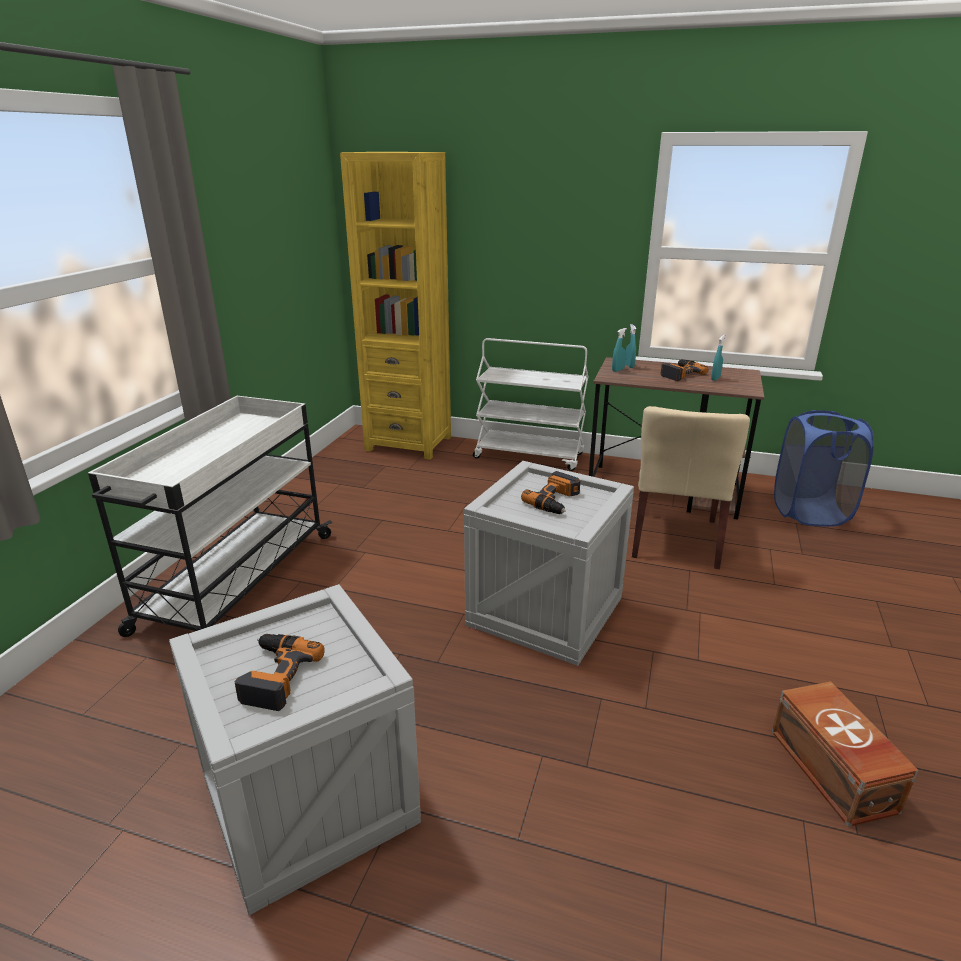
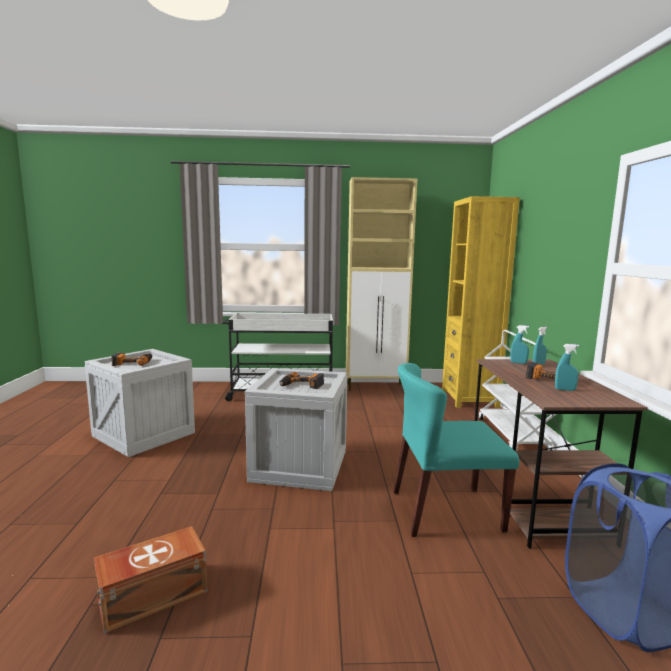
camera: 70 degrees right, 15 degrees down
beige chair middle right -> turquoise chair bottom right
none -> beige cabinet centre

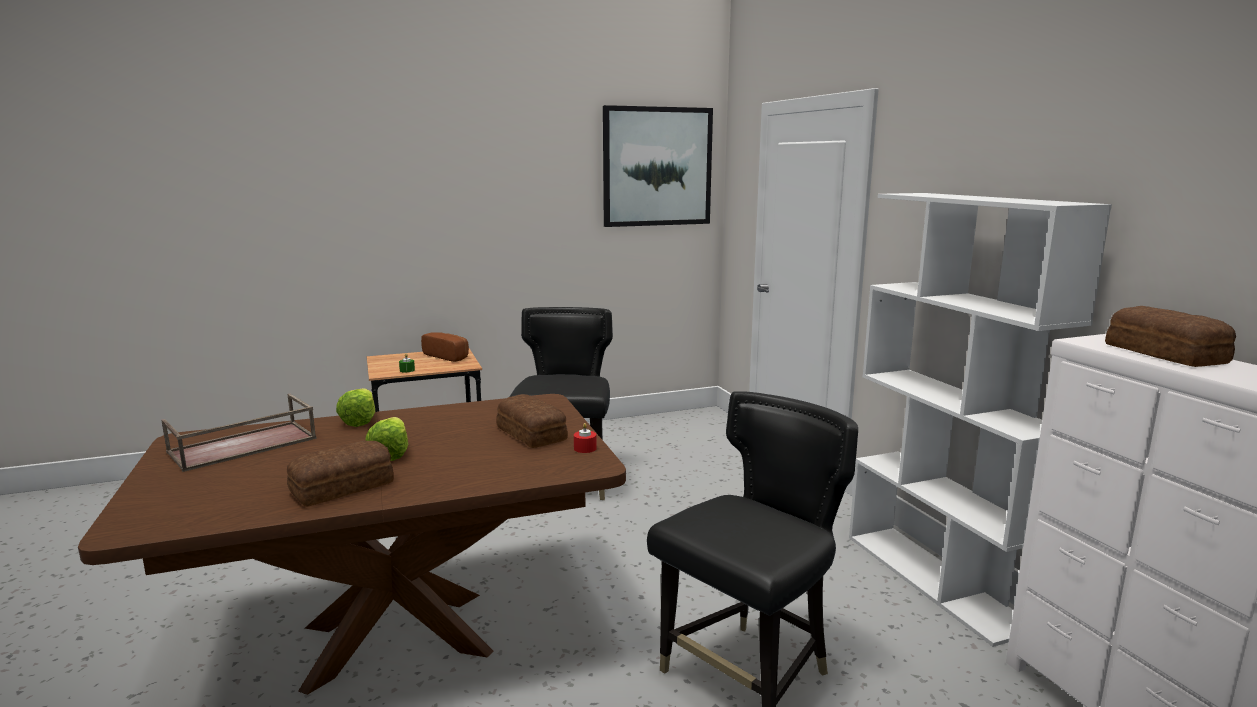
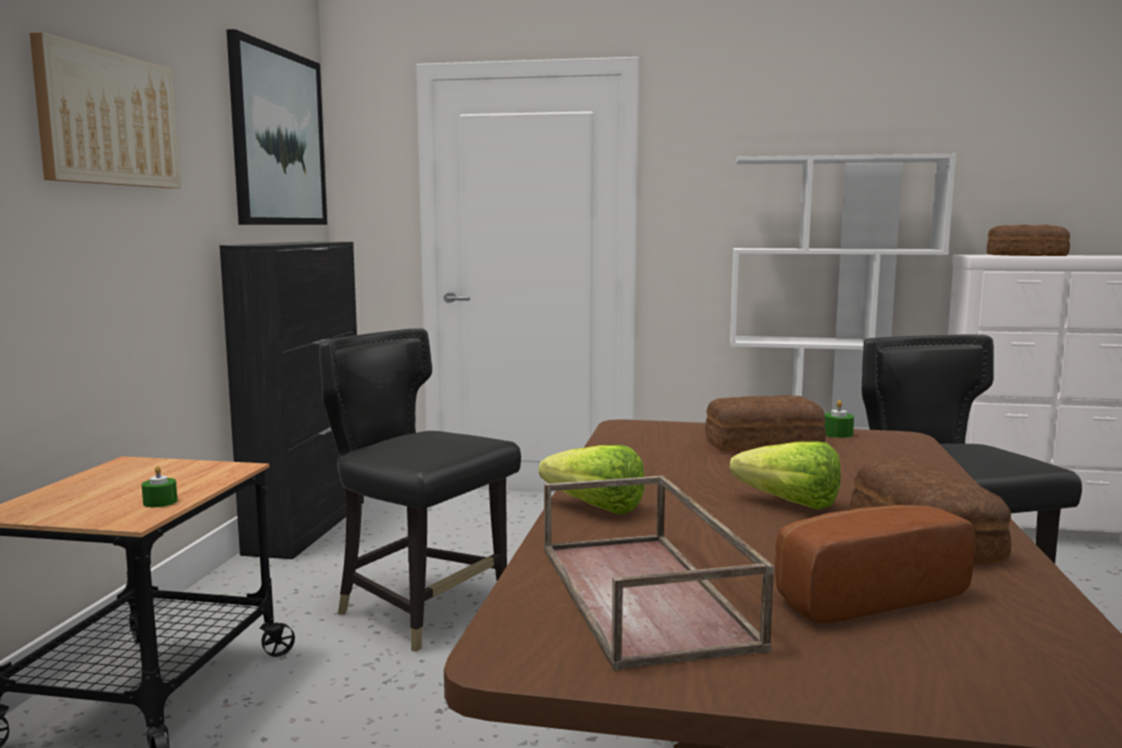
camera: 60 degrees left, 5 degrees down
bread (2nd from left) centre -> bread (2nd from left) bottom right, move
red candle centre -> green candle (2nd from left) middle right
none -> picture (1st from left) top left
none -> black cabinet middle left

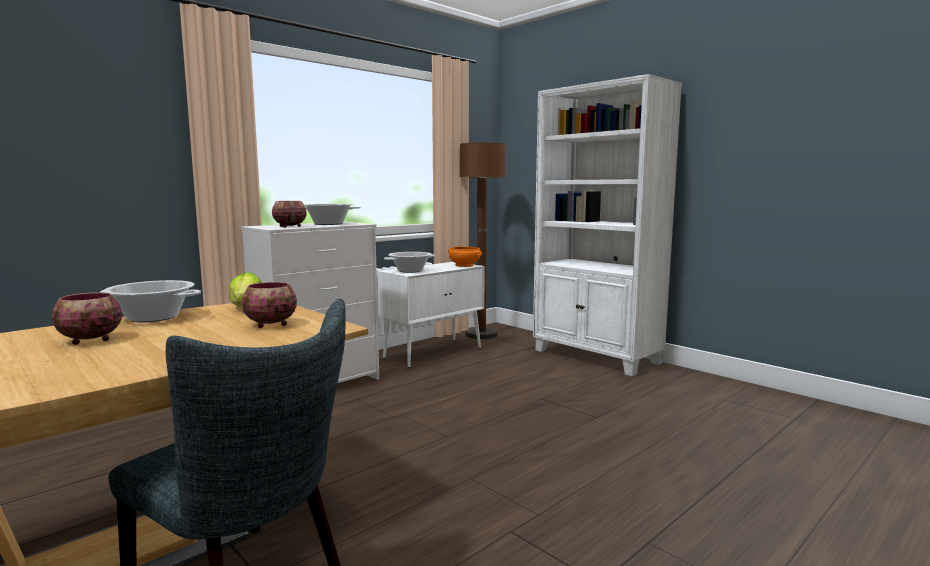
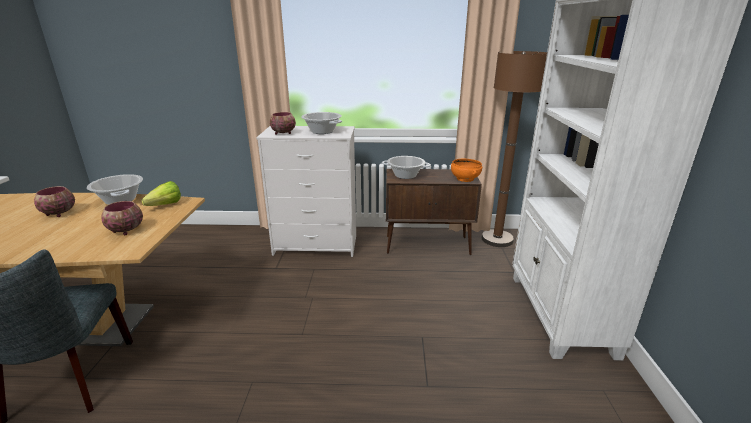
camera: 45 degrees right, 15 degrees up
white cabinet centre -> brown cabinet centre

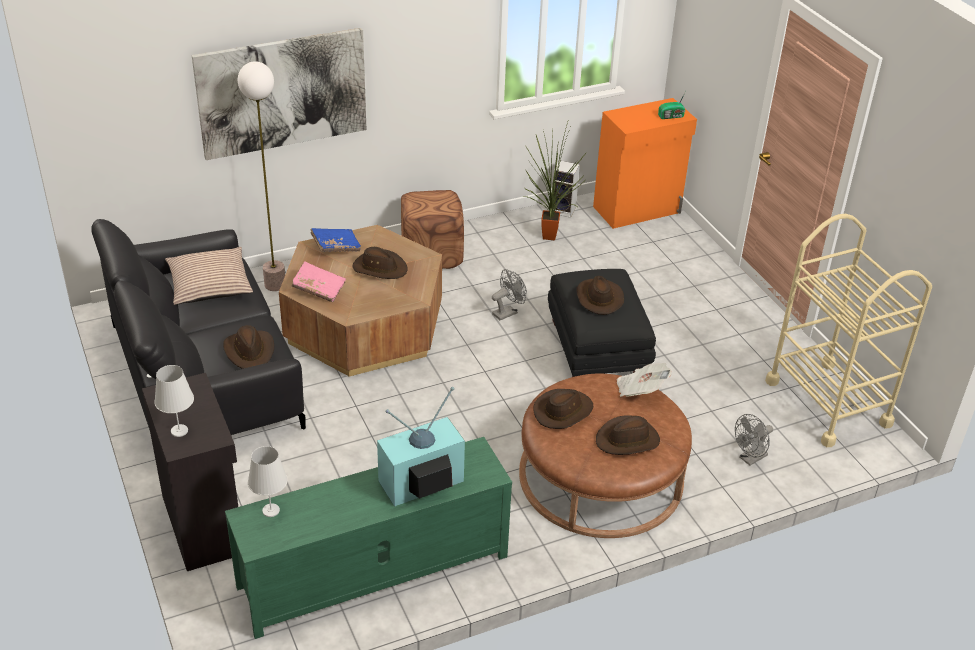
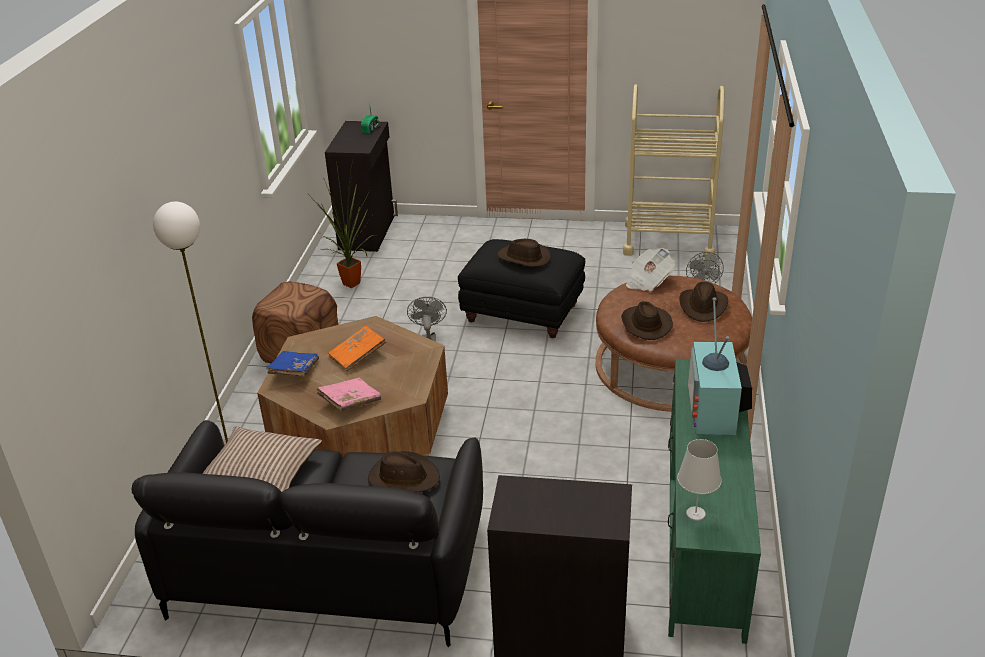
camera: 55 degrees left, 5 degrees down
picture top left -> none
orange cabinet top centre -> black cabinet (1st from left) top centre
speaker top centre -> none
brown hat (2nd from left) centre -> orange book centre
white table lamp (1st from left) middle left -> none

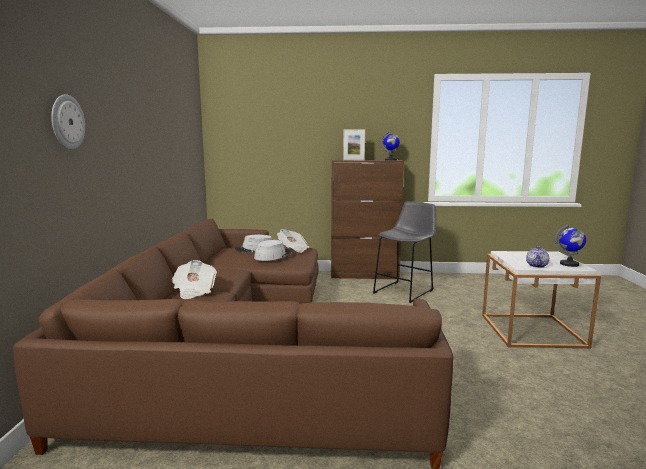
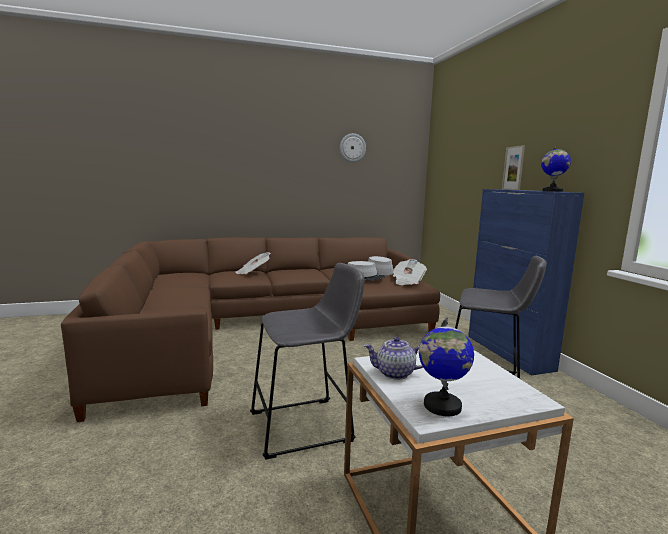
camera: 70 degrees right, 0 degrees up
wall clock top left -> wall clock top centre, move
brown cabinet centre -> blue cabinet middle right
none -> grey stool (1st from left) bottom centre

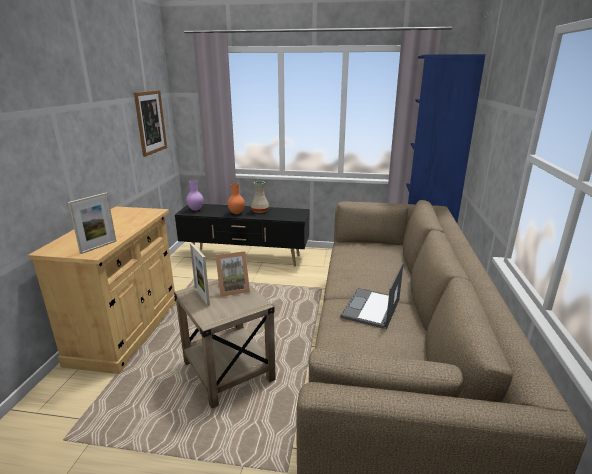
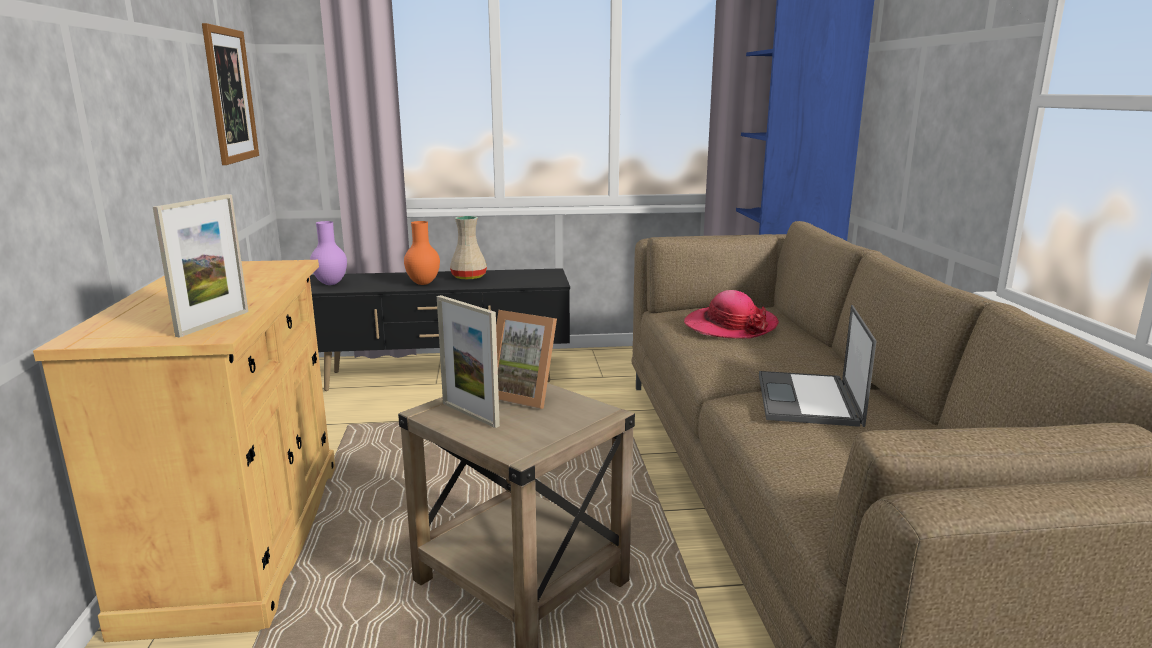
camera: 15 degrees left, 5 degrees down
picture frame (3rd from left) centre, 60 degrees clockwise
none -> hat centre

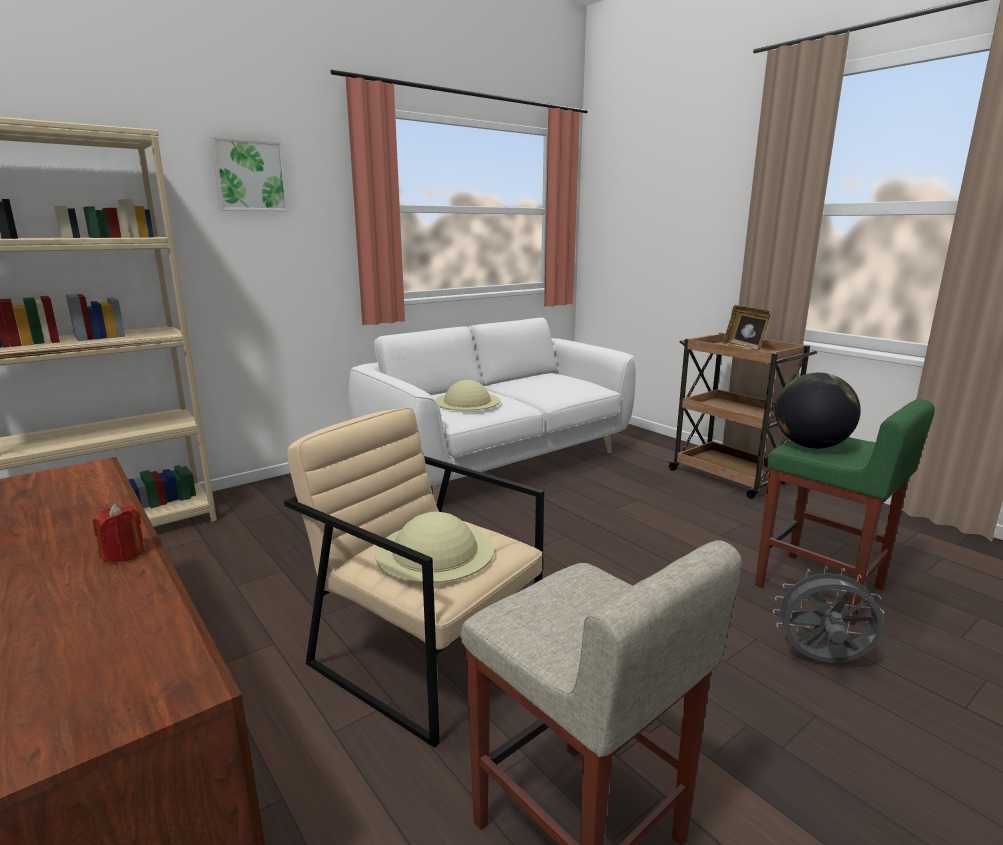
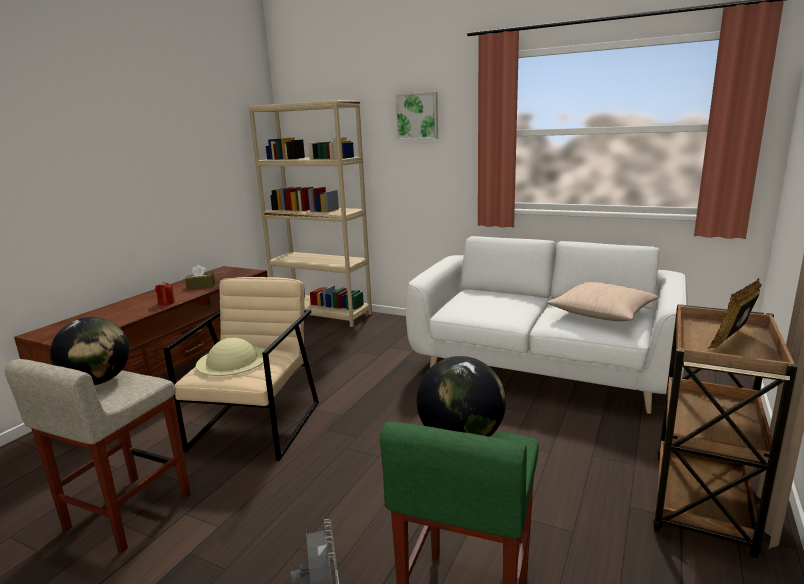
camera: 65 degrees right, 0 degrees up
beige hat (2nd from left) centre -> none
none -> brown tissue box middle left
none -> beige pillow middle right
none -> globe (1st from left) middle left

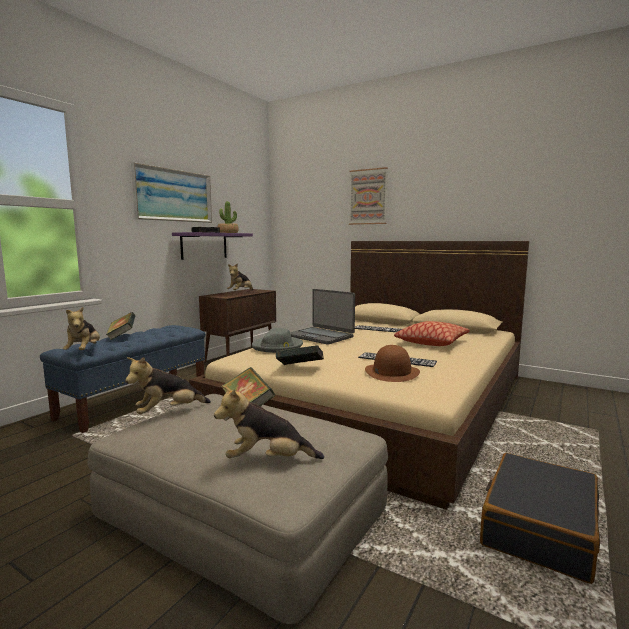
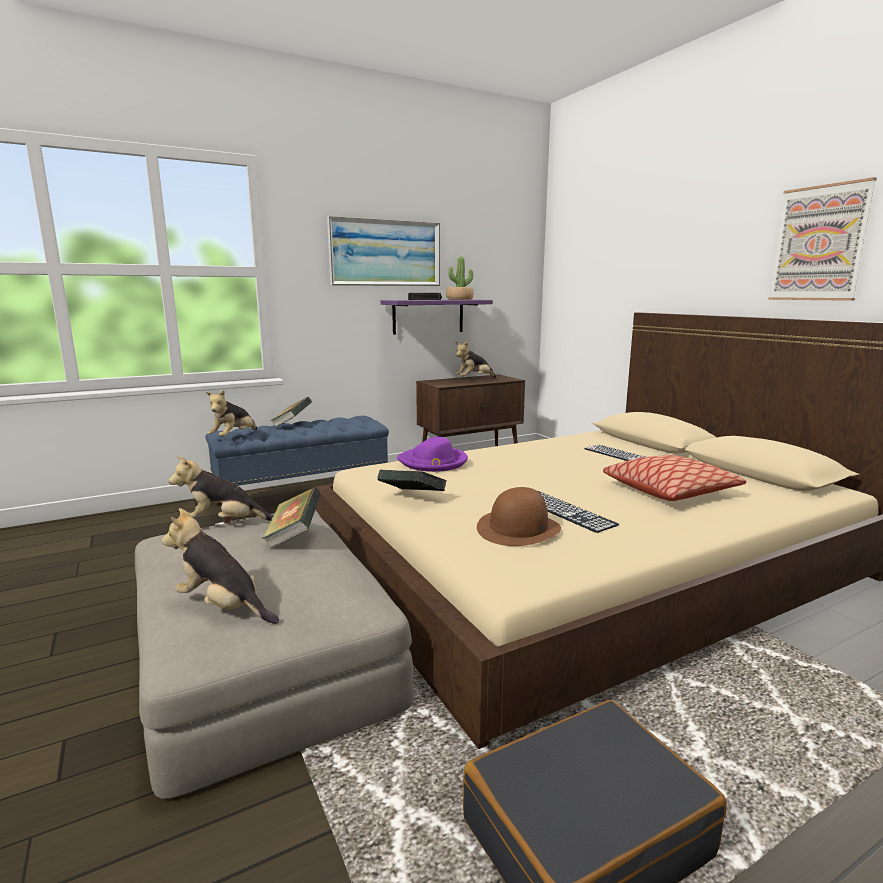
camera: 30 degrees right, 5 degrees up
picture (2nd from left) top centre -> picture (2nd from left) top right, move
laptop centre -> none
grey hat centre -> purple hat centre

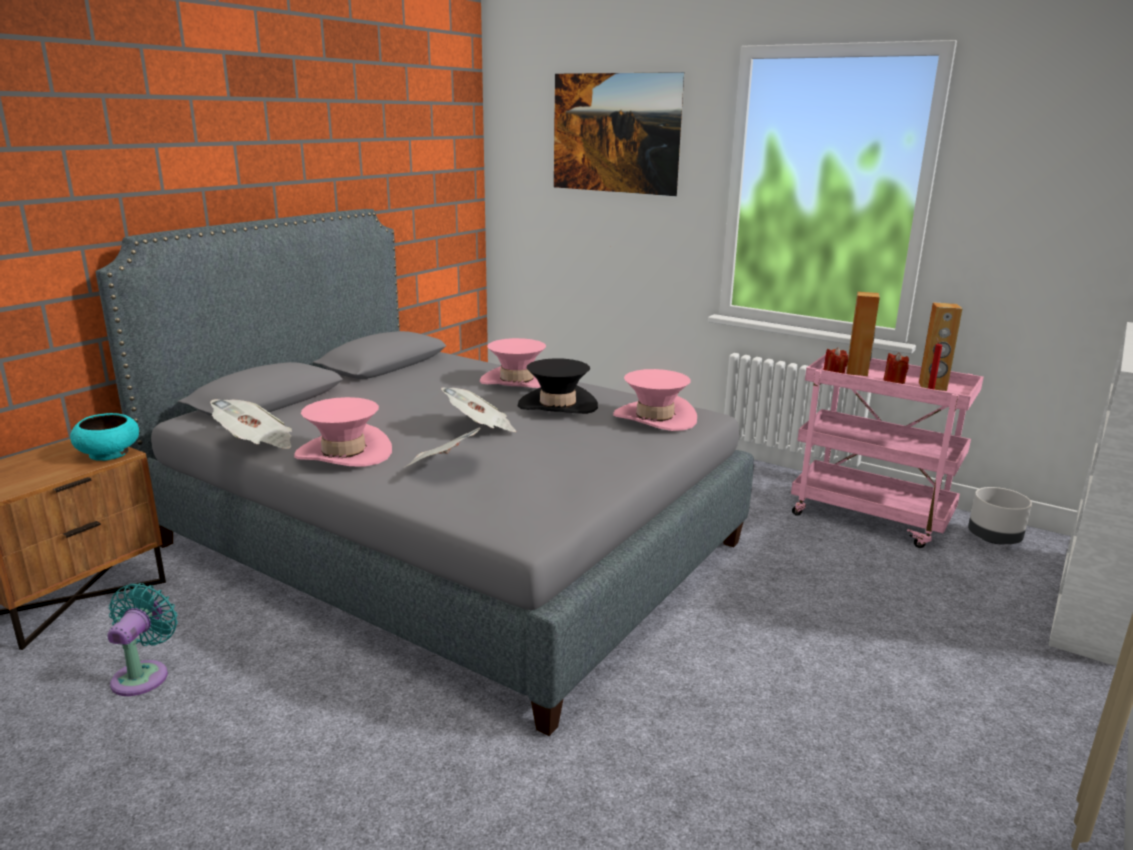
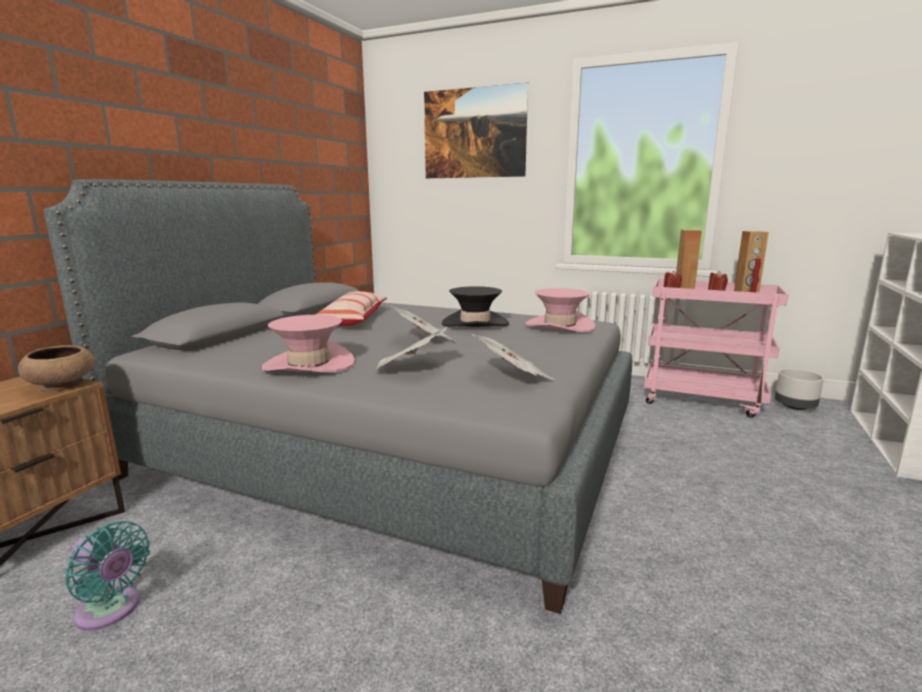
camera: 10 degrees left, 5 degrees down
pink hat (2nd from left) centre -> none
newspaper (1st from left in the first image) middle left -> newspaper (3rd from left) centre, move
turquoise bowl middle left -> brown bowl middle left
turquoise fan bottom left, 120 degrees clockwise
none -> pillow centre

